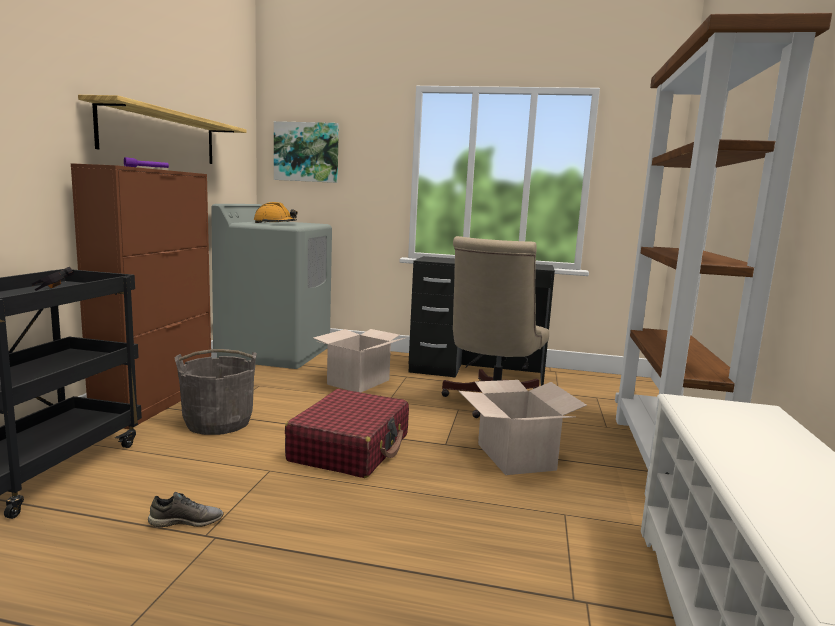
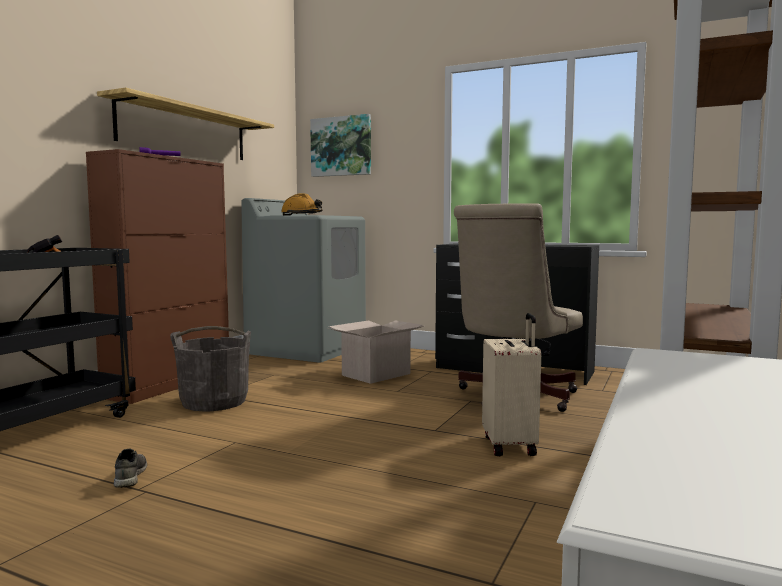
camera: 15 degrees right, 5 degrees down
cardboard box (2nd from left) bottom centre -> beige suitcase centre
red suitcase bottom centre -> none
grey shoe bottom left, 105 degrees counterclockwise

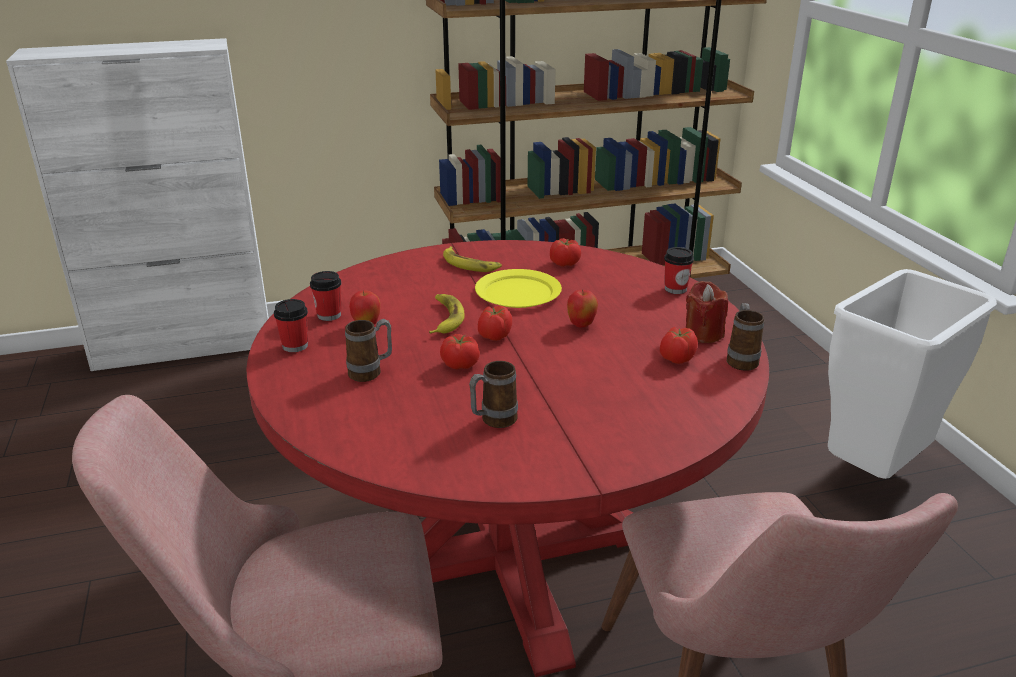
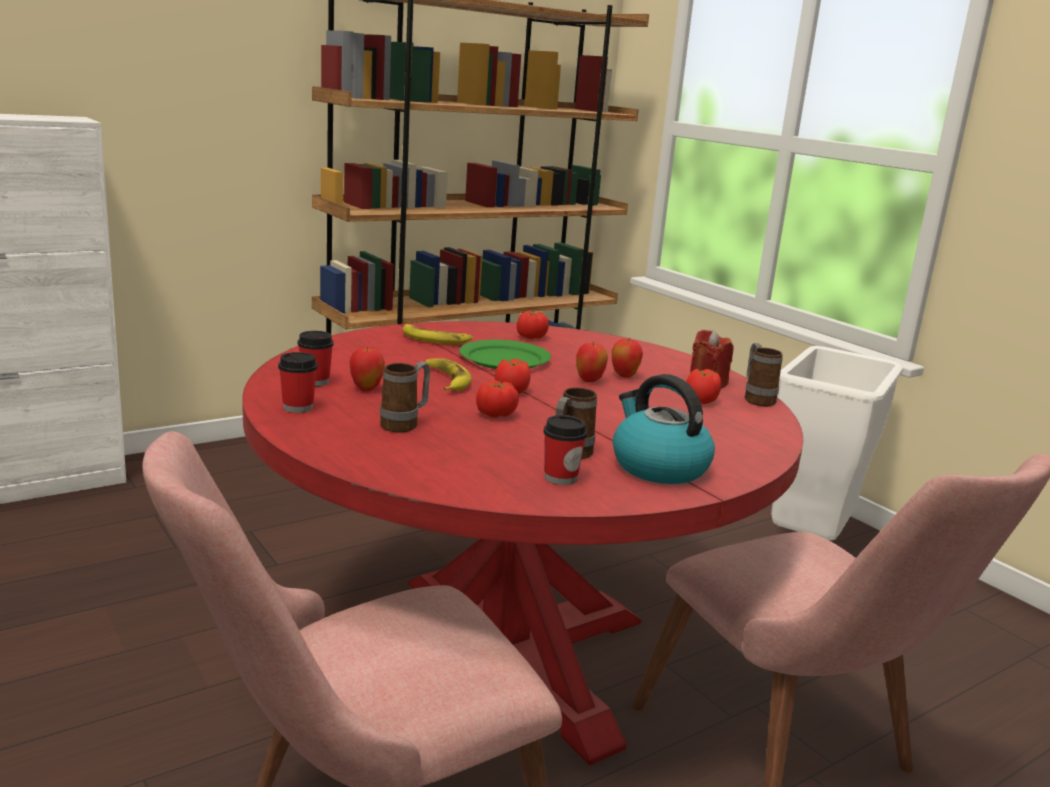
camera: 20 degrees left, 10 degrees down
cup (3rd from left) middle right -> cup (3rd from left) centre, move
yellow plate centre -> green plate centre
none -> apple (3rd from left) centre
none -> kettle centre

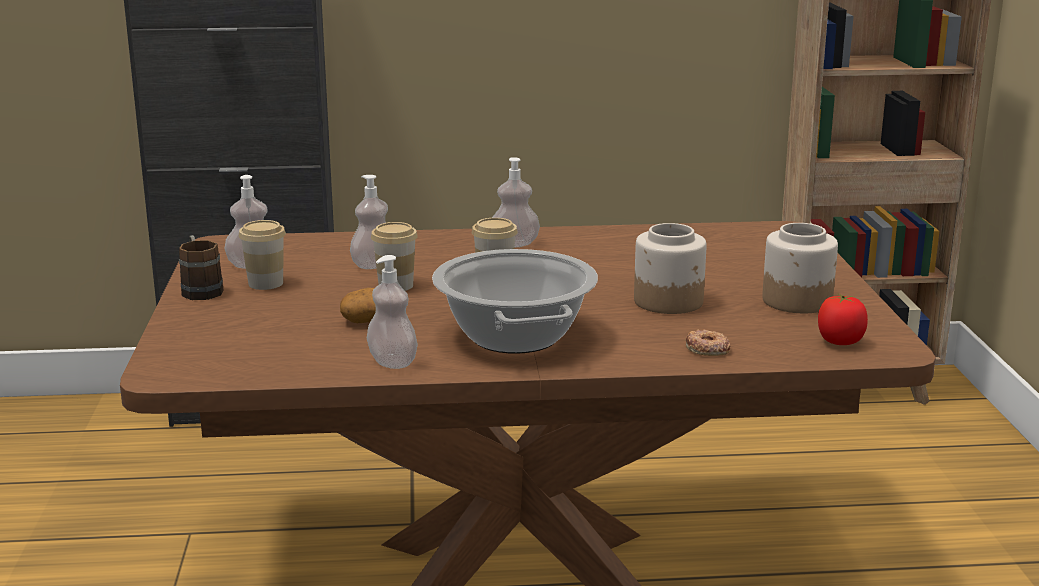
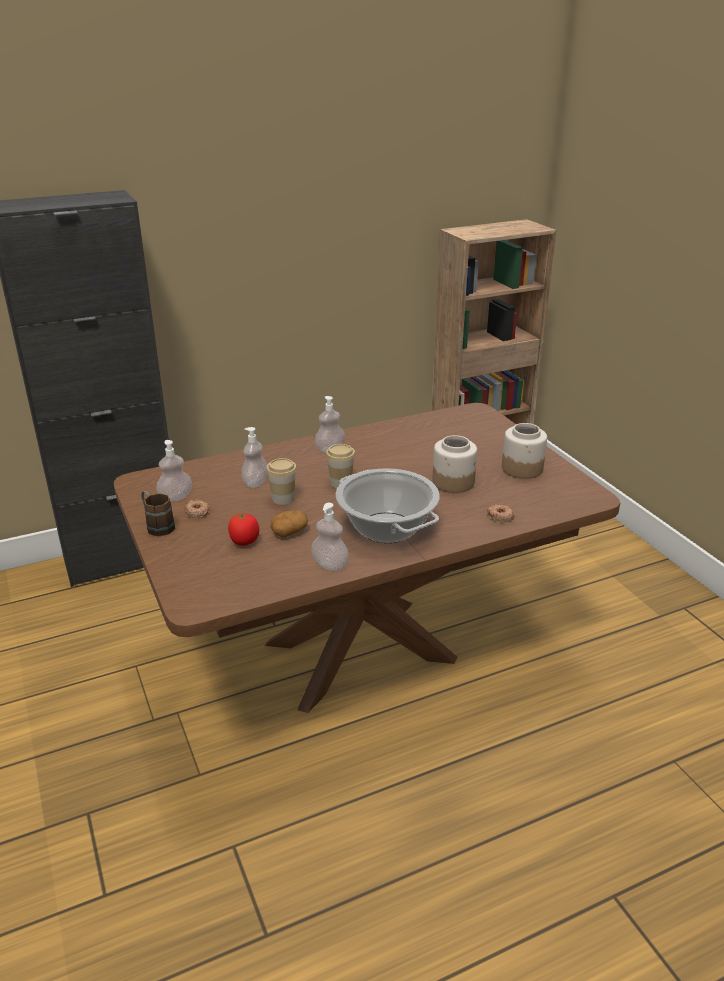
camera: 20 degrees left, 10 degrees up
cup (1st from left) middle left -> donut (1st from left) middle left
tomato middle right -> tomato centre, move

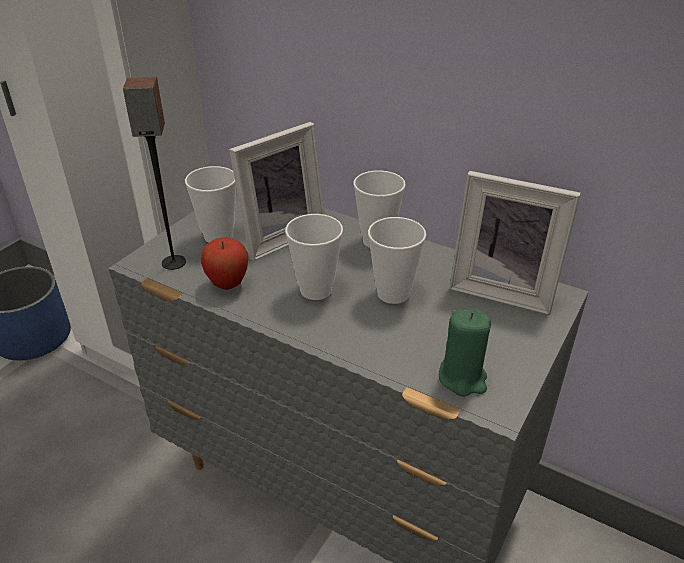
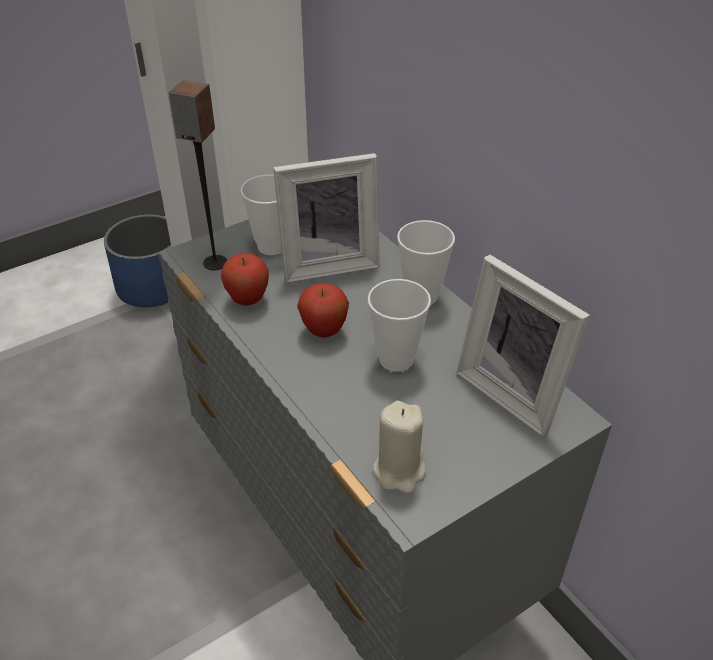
camera: 25 degrees right, 5 degrees up
cup (2nd from left) centre -> apple (2nd from left) centre
green candle middle right -> beige candle bottom centre

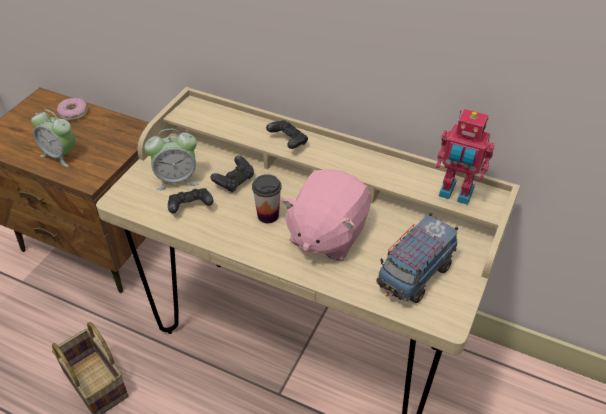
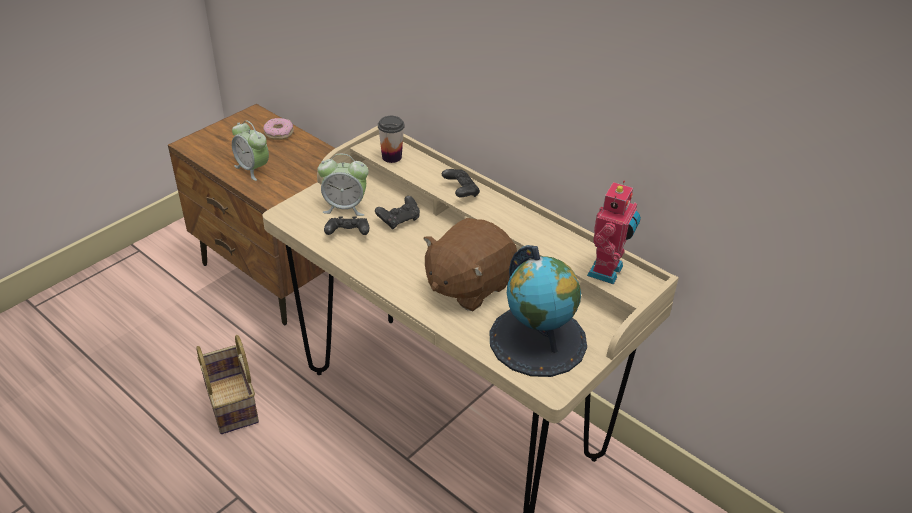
camera: 15 degrees right, 5 degrees down
toy robot middle right, 105 degrees counterclockwise
pink plush toy centre -> brown plush toy centre
cup centre -> cup top centre, move
toy truck middle right -> globe centre

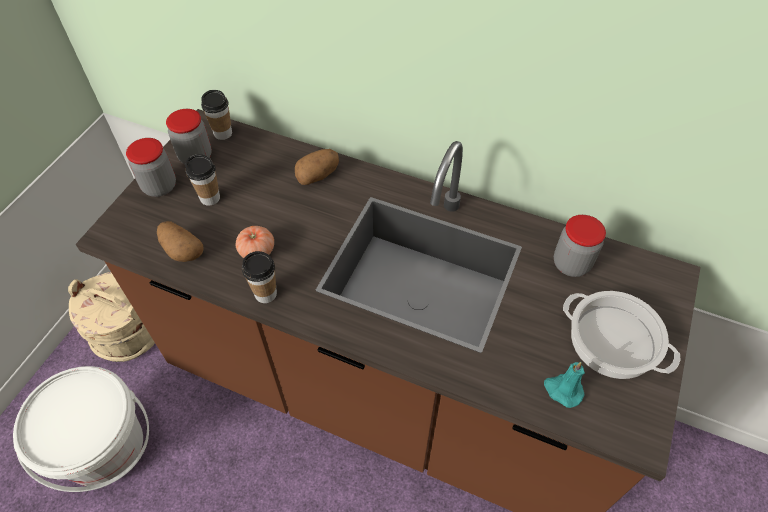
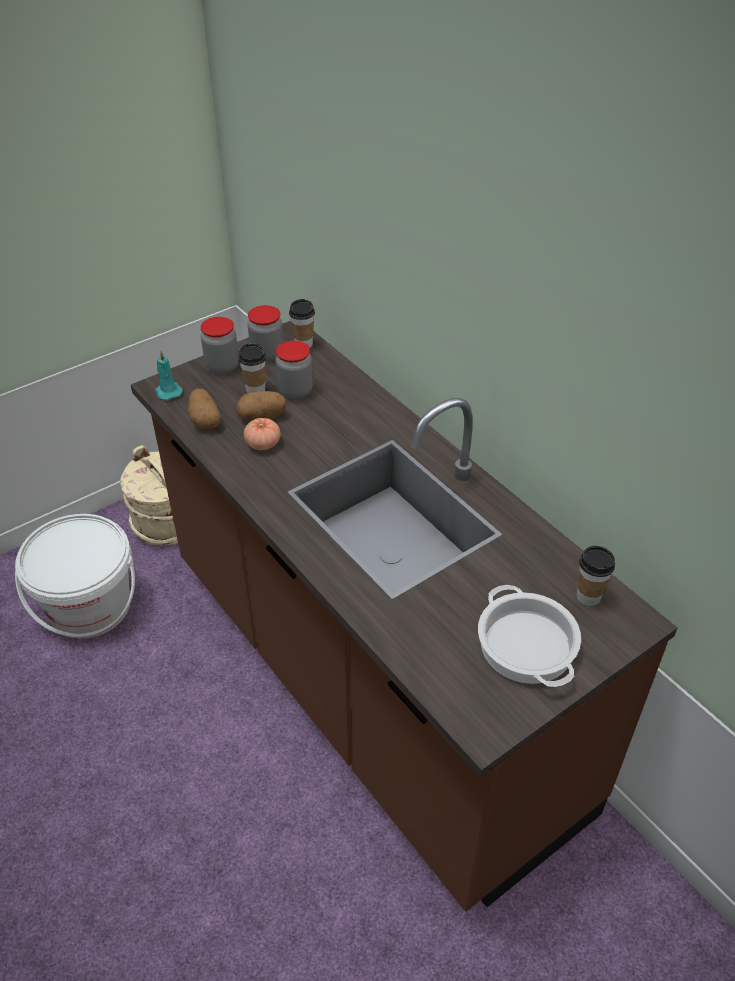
camera: 30 degrees right, 10 degrees down
potato (2nd from left) top centre -> potato (2nd from left) centre, move
jar (3rd from left) middle right -> jar (3rd from left) centre, move
cup (3rd from left) centre -> cup (3rd from left) middle right, move
turquoise candle bottom right -> turquoise candle middle left, move

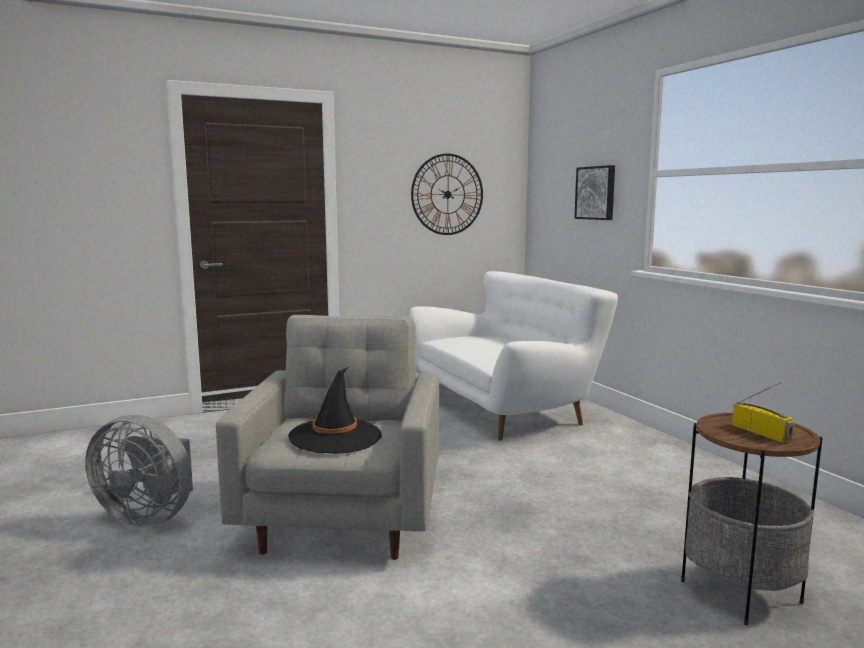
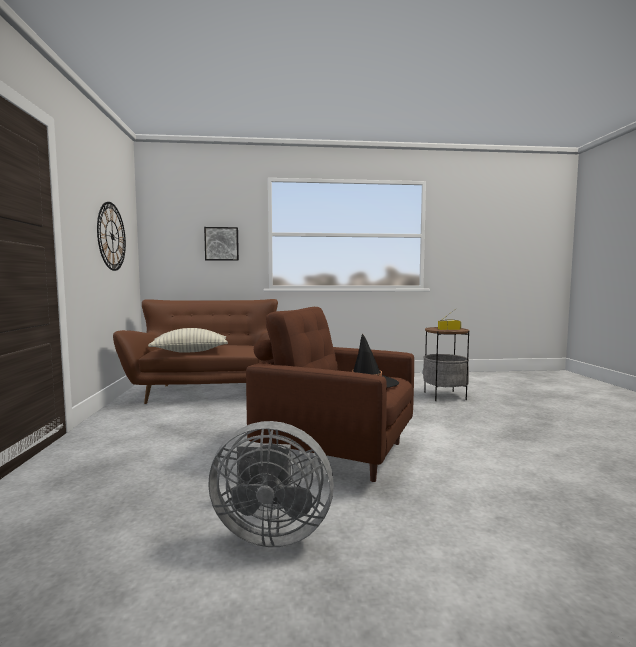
camera: 70 degrees left, 5 degrees down
white sofa centre -> brown sofa middle left
grey armchair bottom centre -> brown armchair centre
grey fan bottom left -> grey fan bottom centre, 60 degrees clockwise
none -> pillow middle left

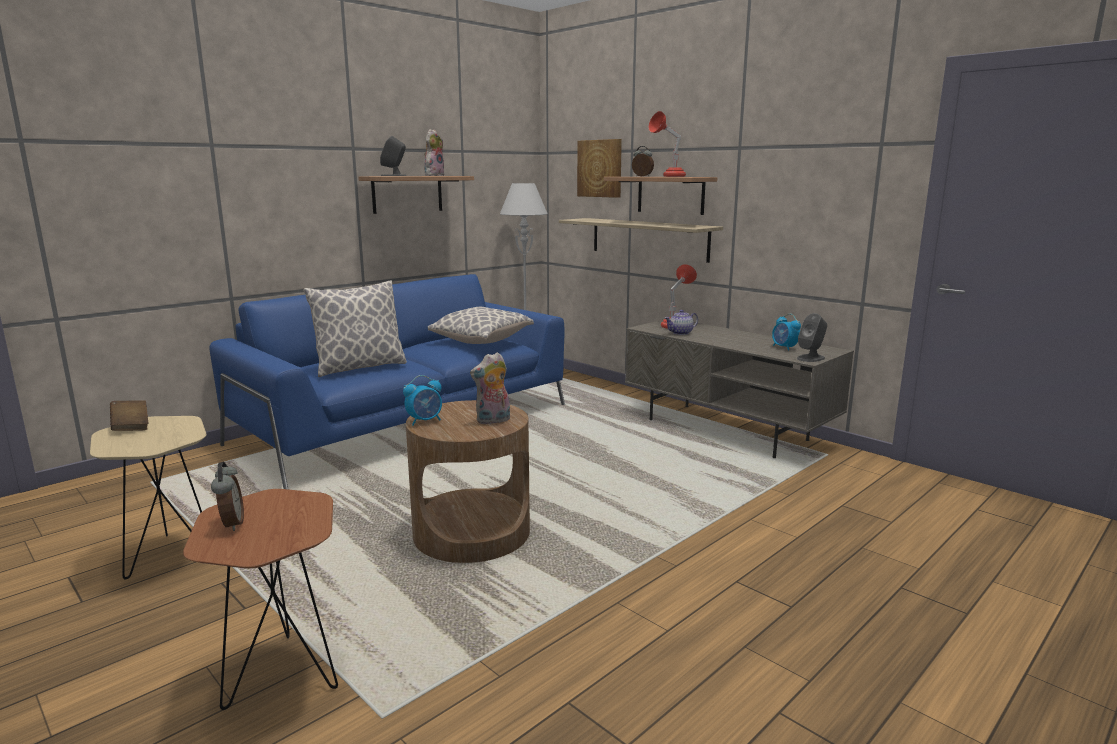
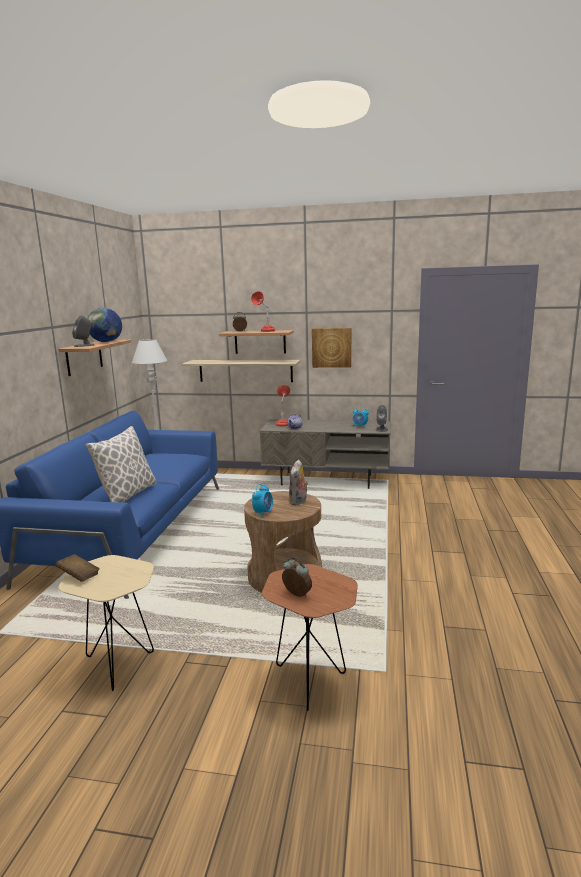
camera: 35 degrees left, 0 degrees up
plush toy (1st from left) top centre -> globe middle left
picture top centre -> picture centre, move
pillow (2nd from left) centre -> none

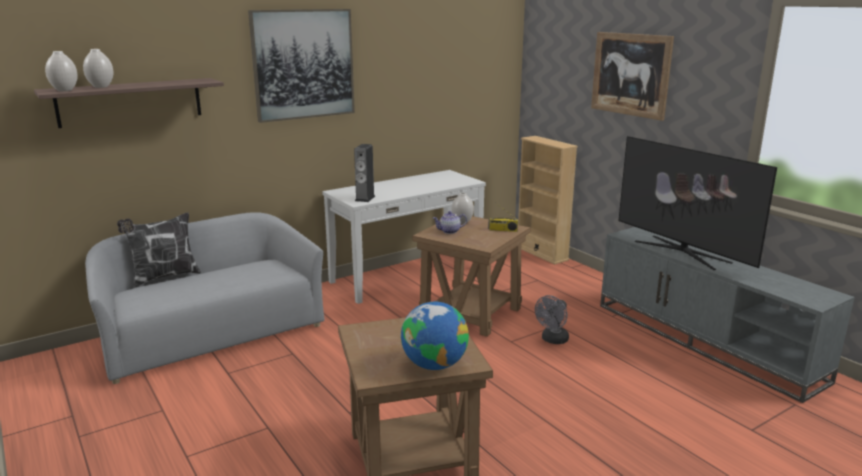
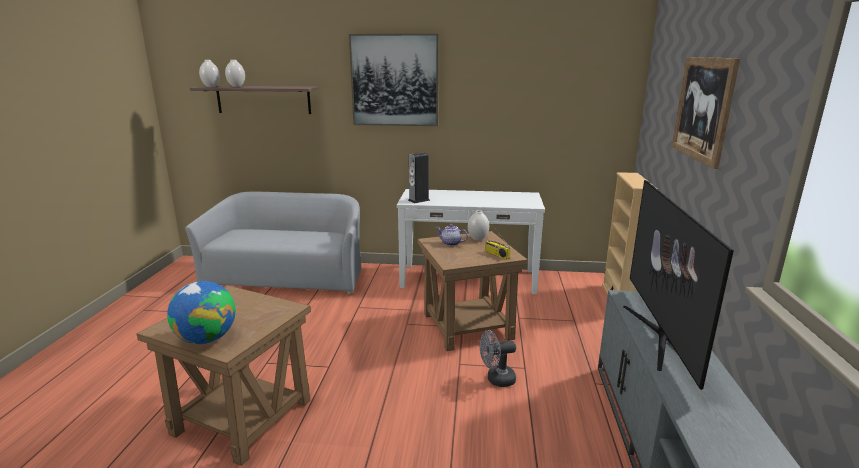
camera: 40 degrees right, 0 degrees up
pillow middle left -> none

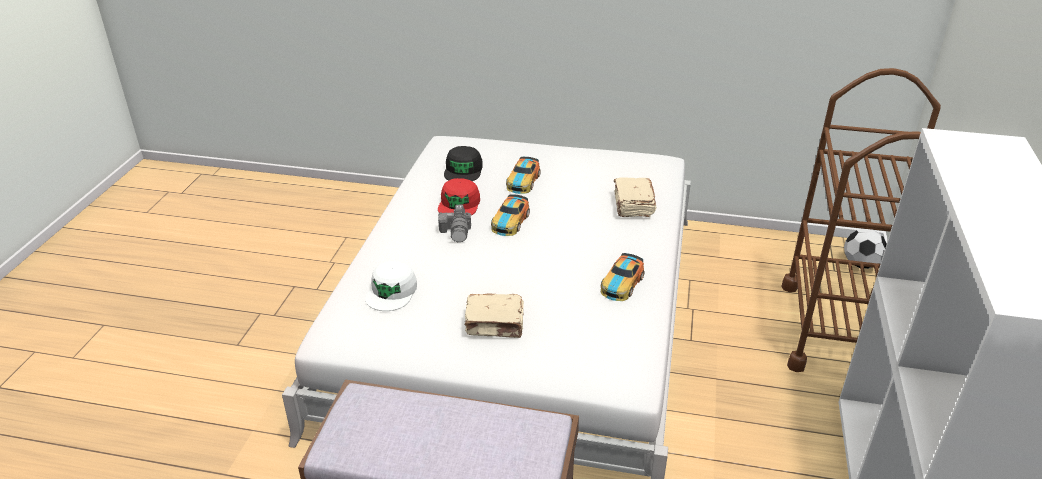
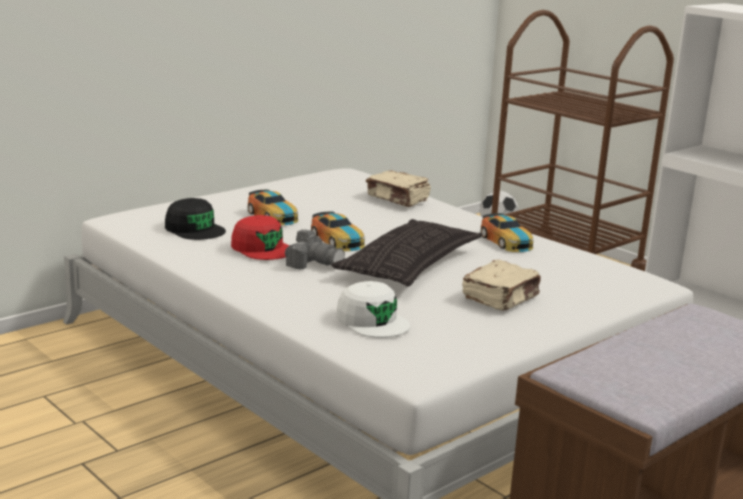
camera: 55 degrees left, 15 degrees down
none -> pillow centre

